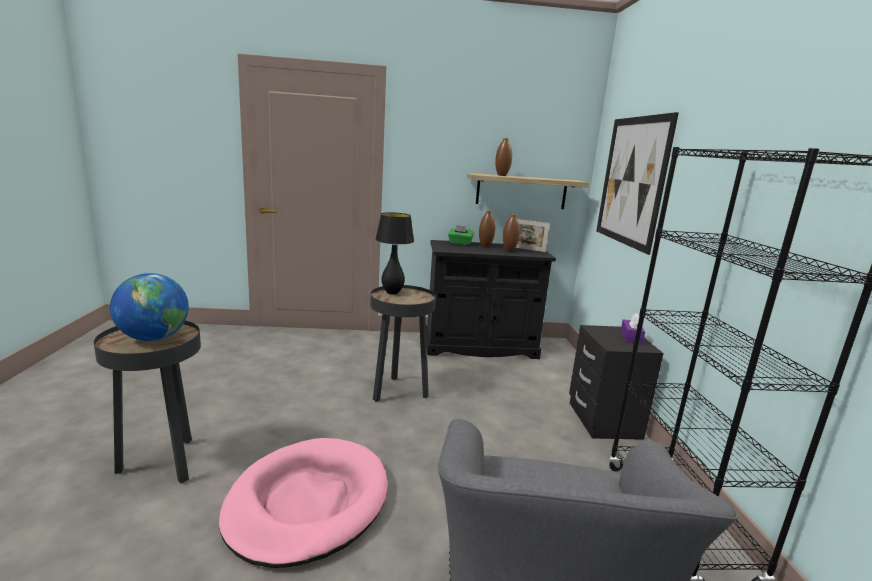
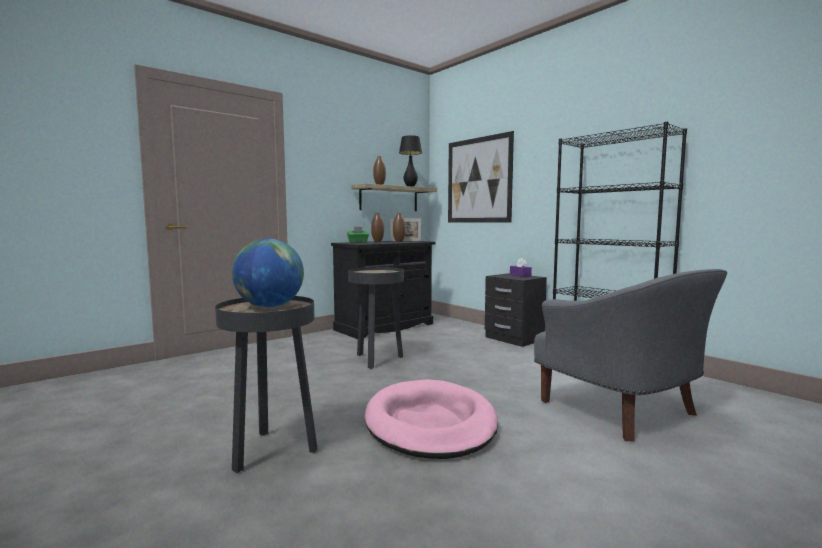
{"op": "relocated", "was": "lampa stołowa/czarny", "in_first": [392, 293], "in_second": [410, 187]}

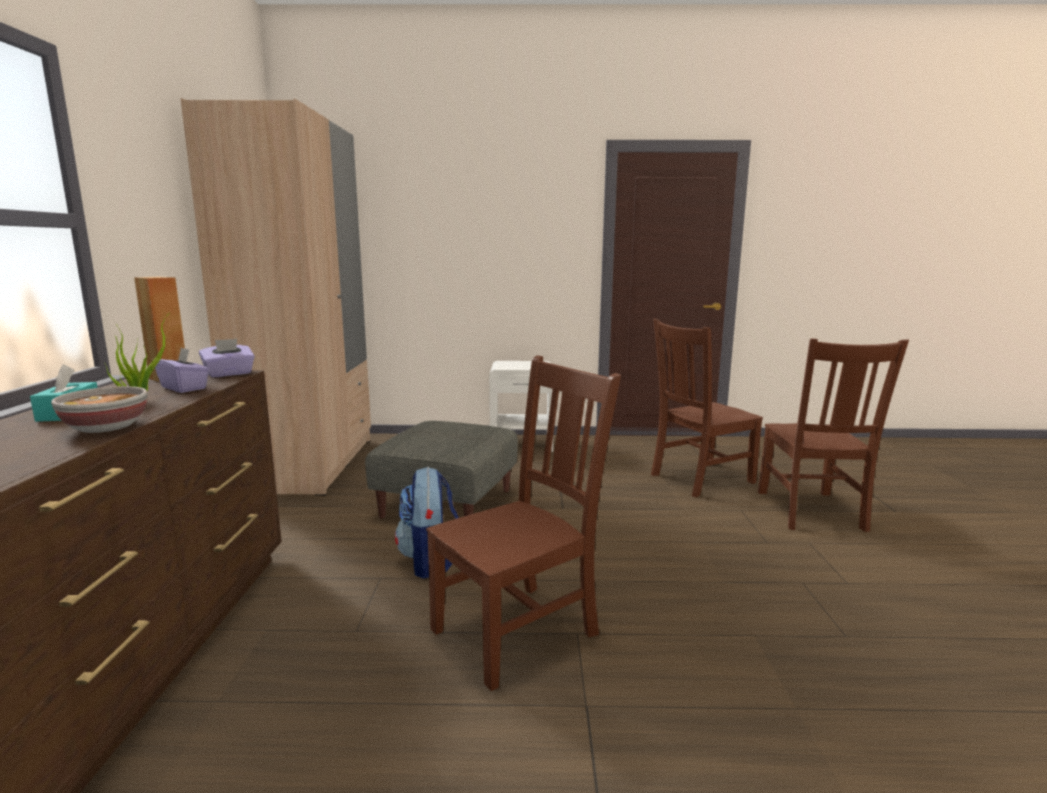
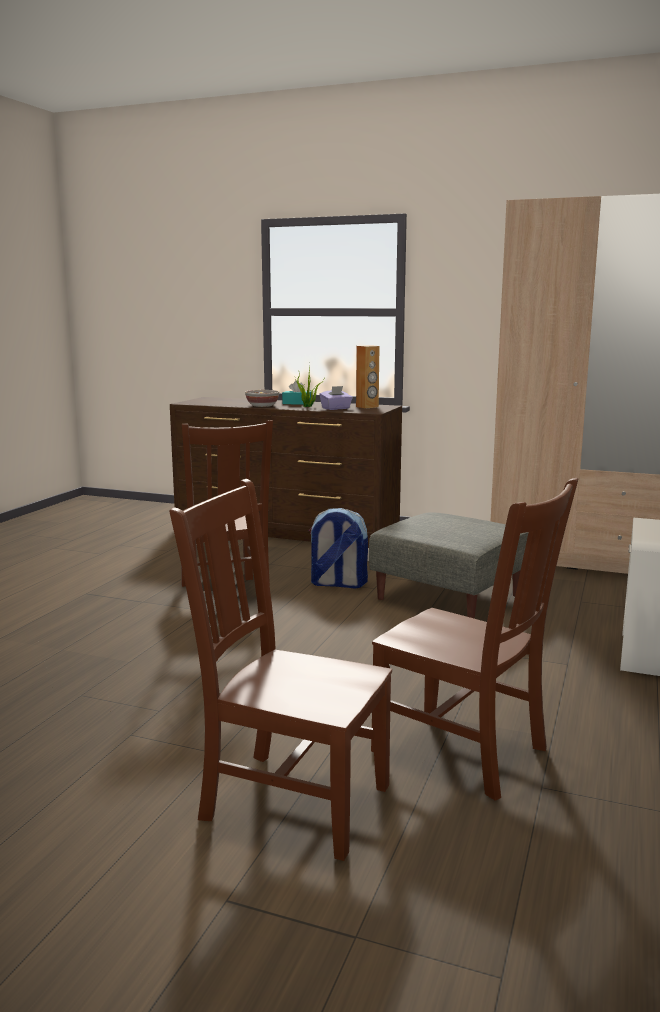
{"op": "spun", "was": "krzesło/brązowy", "in_first": [699, 479], "in_second": [464, 752], "clockwise": 135}
{"op": "missing", "was": "pudełko chusteczek/fioletowy", "in_first": [229, 374]}

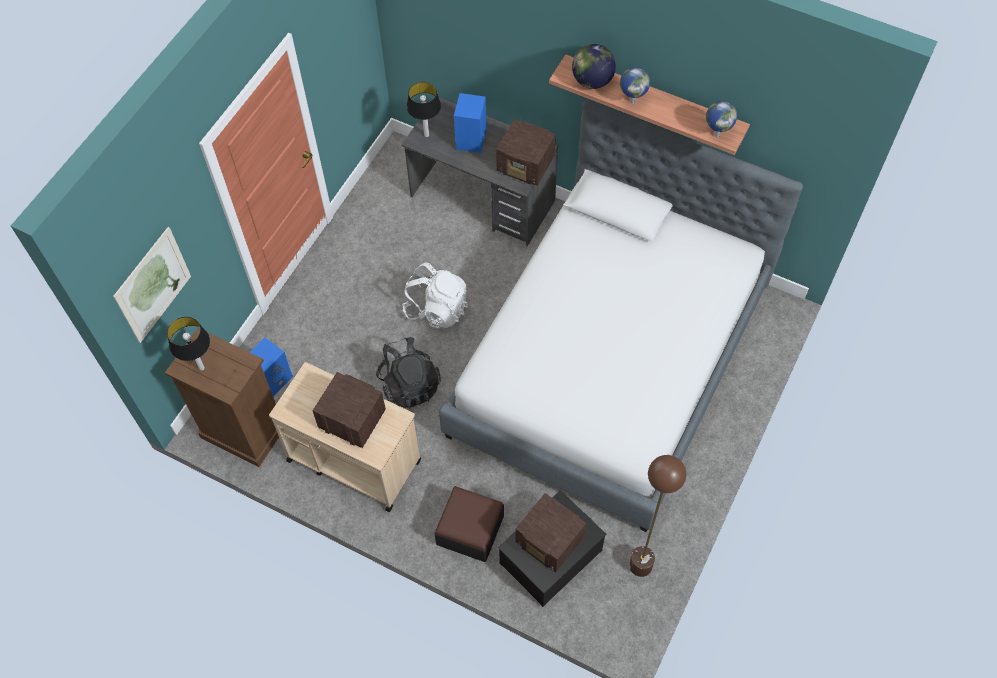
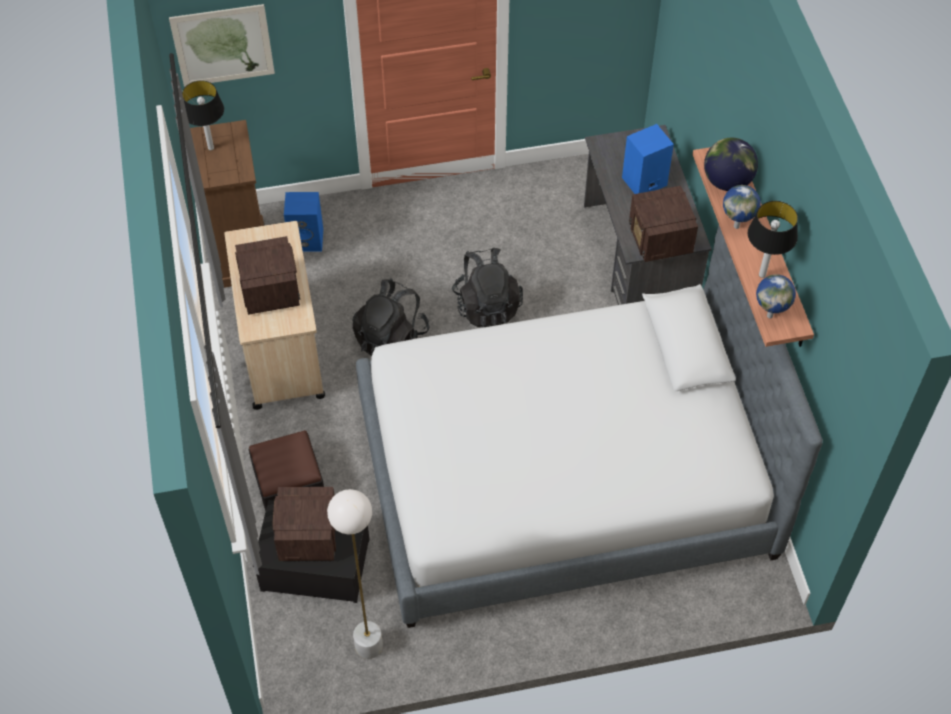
{"op": "colour", "was": "lampa stojąca/brązowy", "now": "lampa stojąca/biały", "in_first": [640, 565], "in_second": [369, 646]}
{"op": "colour", "was": "plecak/biały", "now": "plecak/czarny", "in_first": [437, 309], "in_second": [487, 305]}
{"op": "relocated", "was": "lampa stołowa", "in_first": [426, 135], "in_second": [761, 274]}

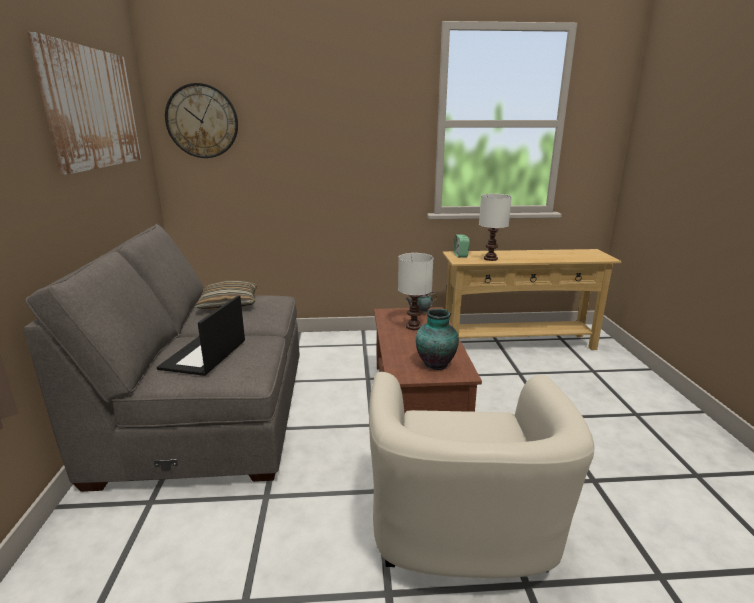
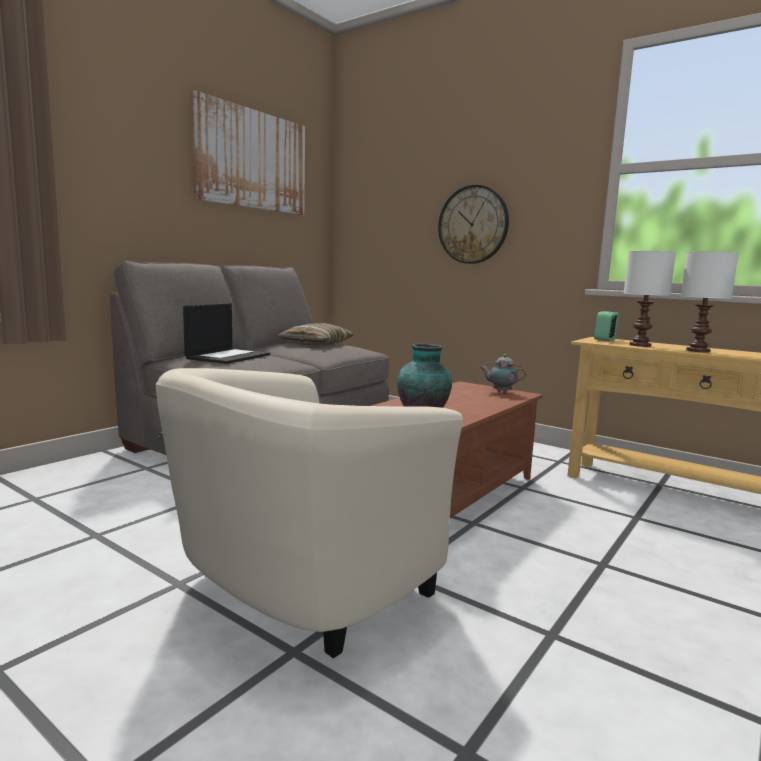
{"op": "spun", "was": "laptop", "in_first": [204, 356], "in_second": [228, 356], "clockwise": 150}
{"op": "relocated", "was": "zegar ścienny", "in_first": [202, 121], "in_second": [473, 225]}
{"op": "relocated", "was": "lampa stołowa/biały", "in_first": [414, 327], "in_second": [699, 351]}

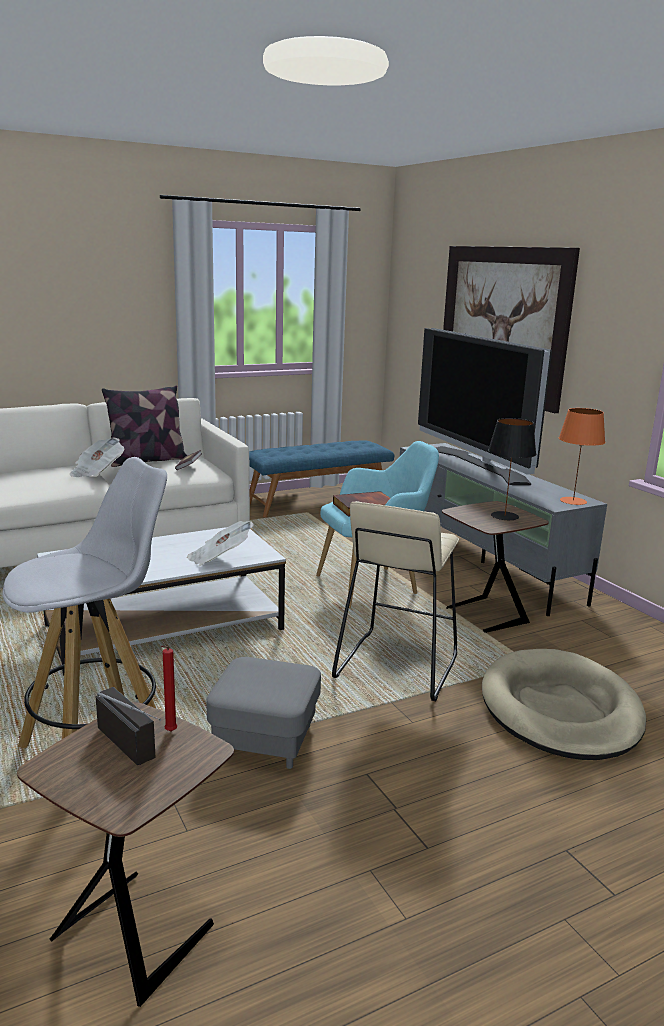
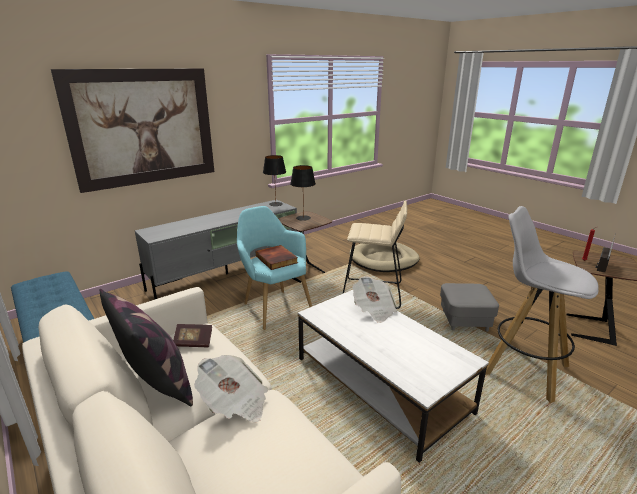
{"op": "colour", "was": "lampa stołowa/pomarańczowy", "now": "lampa stołowa/czarny", "in_first": [572, 501], "in_second": [276, 204]}
{"op": "missing", "was": "telewizor", "in_first": [479, 465]}

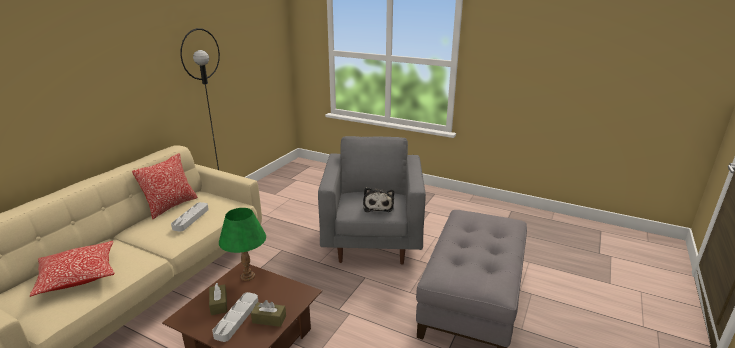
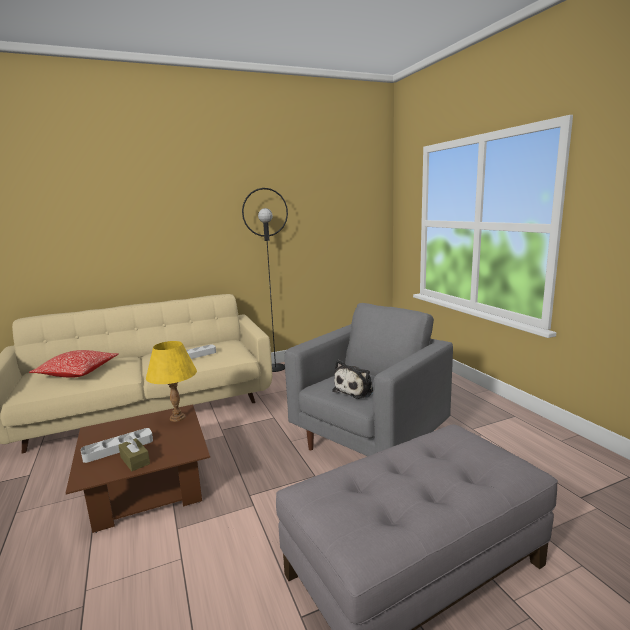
{"op": "colour", "was": "lampa stołowa/zielony", "now": "lampa stołowa/żółty", "in_first": [247, 276], "in_second": [177, 418]}
{"op": "missing", "was": "poduszka", "in_first": [171, 206]}
{"op": "missing", "was": "pudełko chusteczek/brązowy", "in_first": [219, 304]}

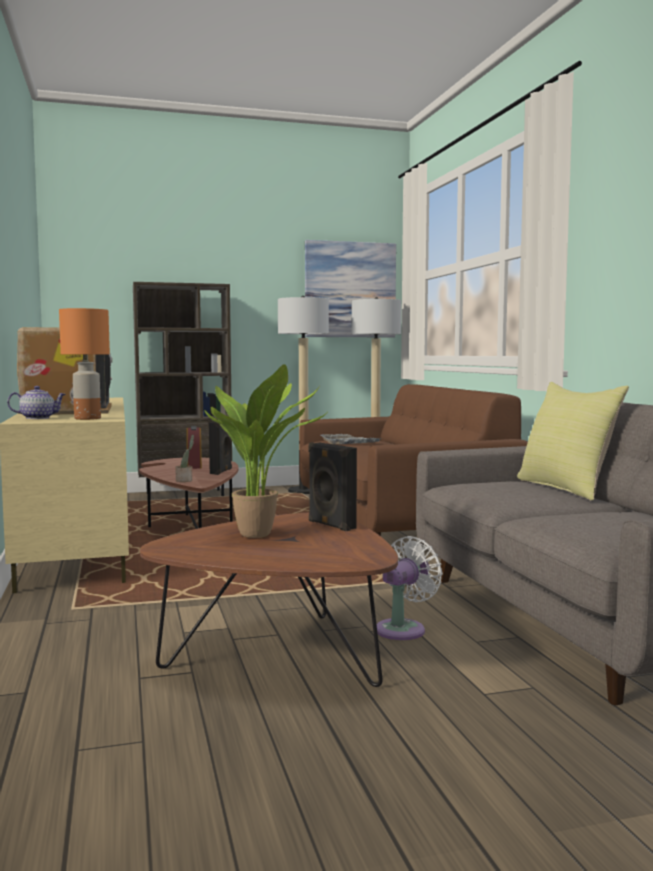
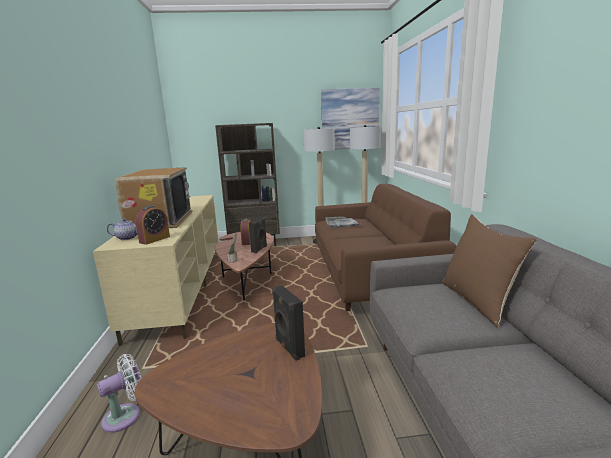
{"op": "relocated", "was": "wentylator/biały", "in_first": [403, 629], "in_second": [125, 416]}
{"op": "exchanged", "was": "lampa stołowa/pomarańczowy", "now": "budzik", "in_first": [87, 418], "in_second": [154, 239]}
{"op": "colour", "was": "poduszka/żółty", "now": "poduszka/brązowy", "in_first": [567, 488], "in_second": [478, 301]}
{"op": "missing", "was": "roślina doniczkowa", "in_first": [261, 535]}

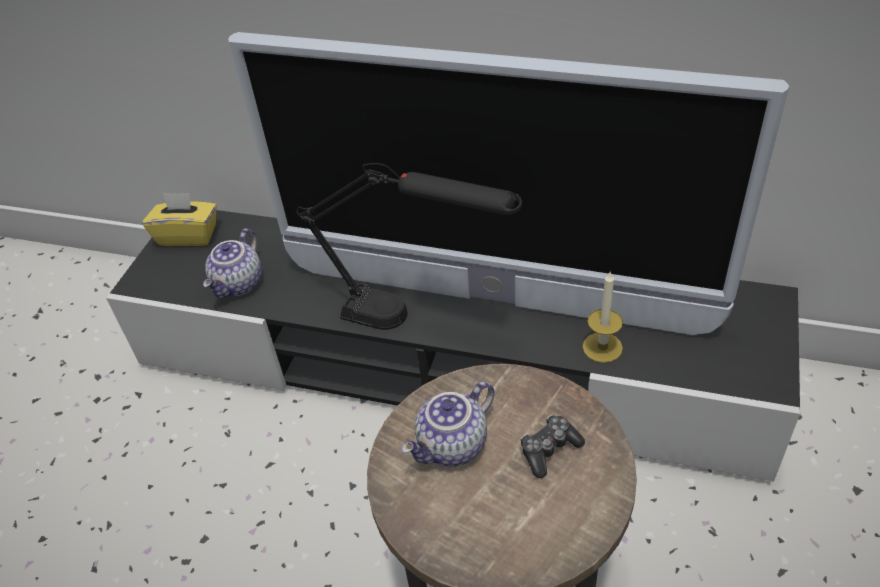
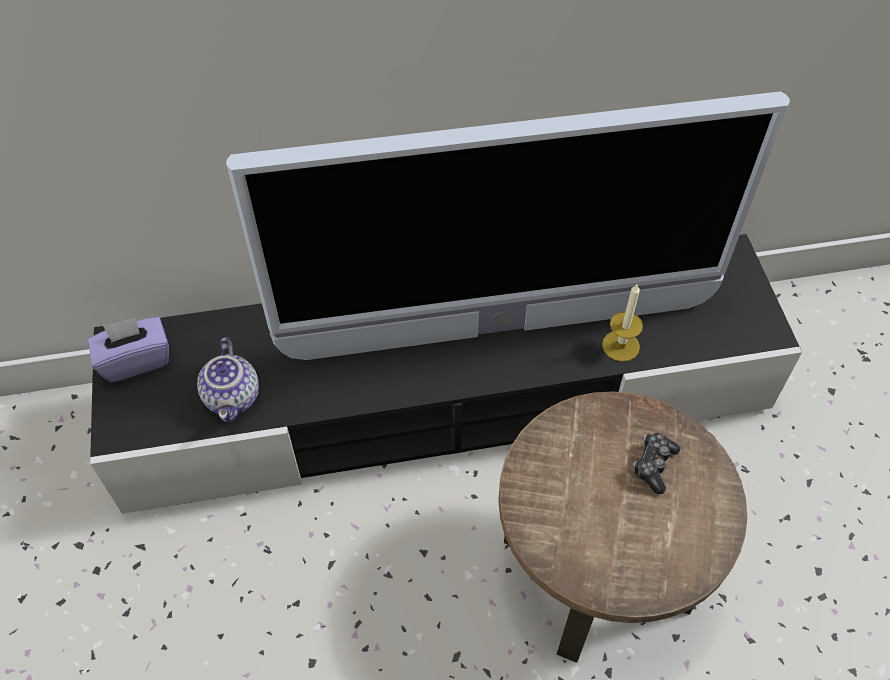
{"op": "colour", "was": "pudełko chusteczek/żółty", "now": "pudełko chusteczek/fioletowy", "in_first": [188, 235], "in_second": [136, 360]}
{"op": "missing", "was": "lampa stołowa/czarny", "in_first": [415, 321]}
{"op": "missing", "was": "imbryk", "in_first": [453, 446]}

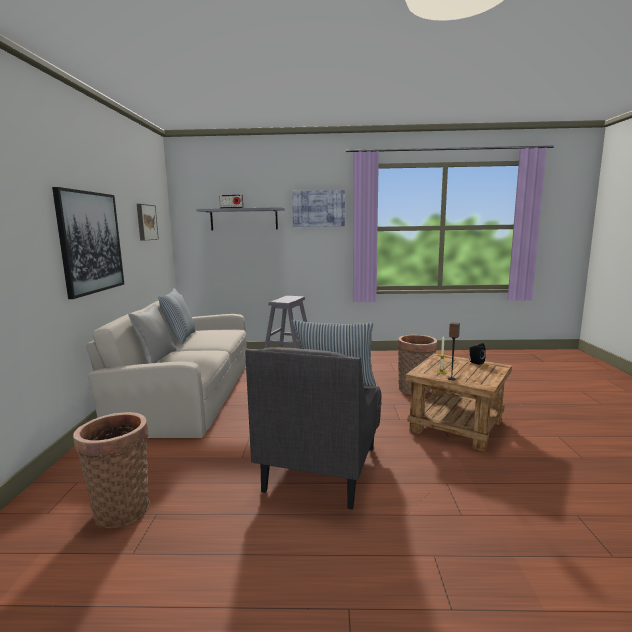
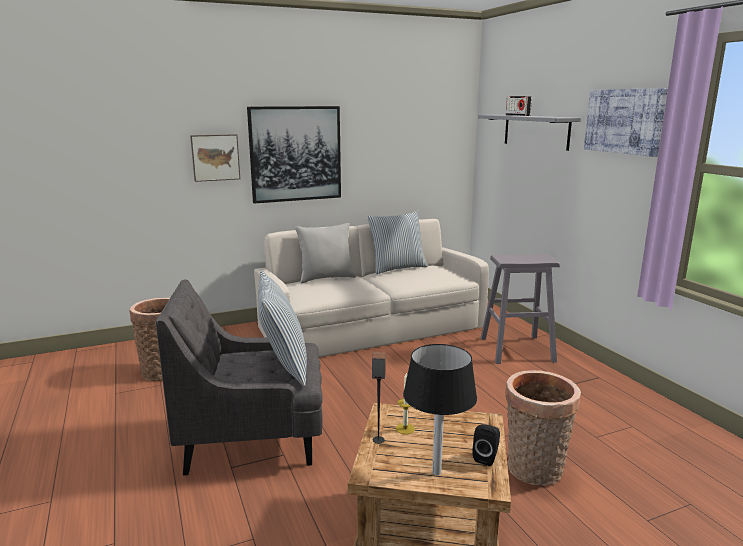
{"op": "relocated", "was": "obraz", "in_first": [146, 222], "in_second": [215, 157]}
{"op": "appeared", "now": "lampa stołowa/czarny", "in_second": [437, 472]}

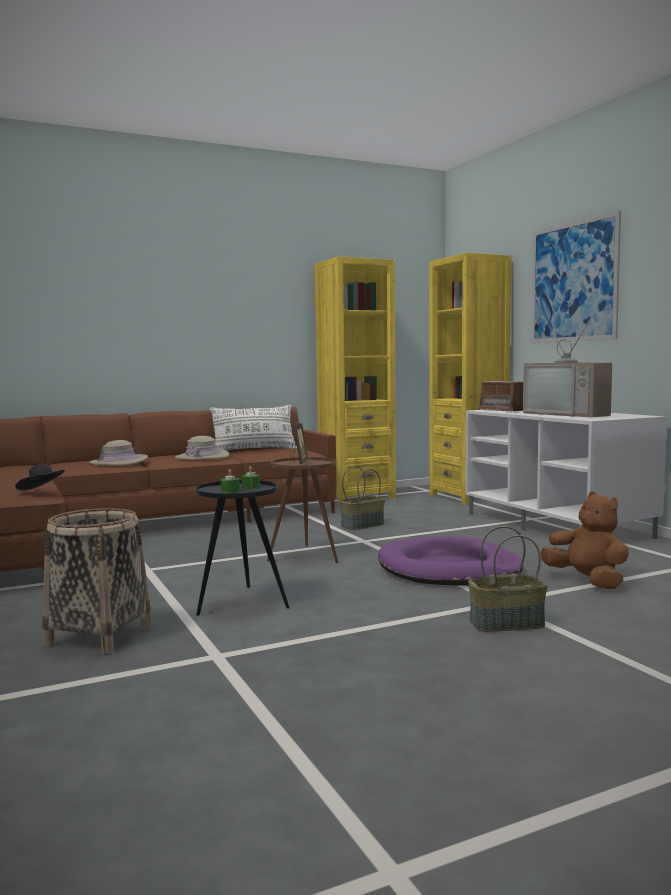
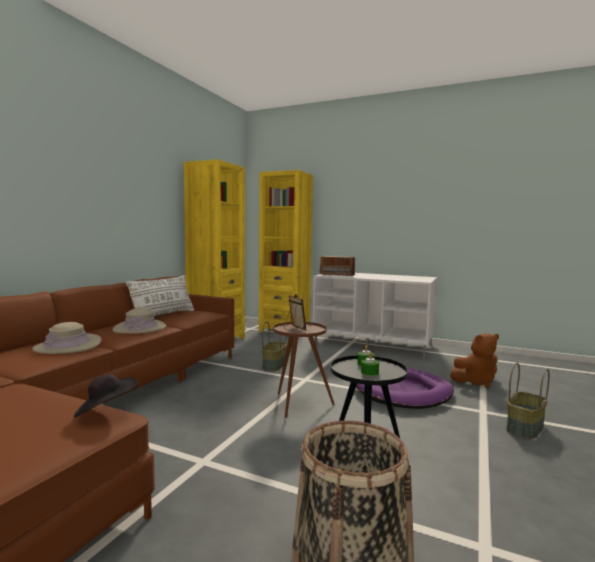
{"op": "spun", "was": "pluszak/brązowy", "in_first": [587, 581], "in_second": [475, 382], "clockwise": 150}
{"op": "missing", "was": "telewizor", "in_first": [569, 414]}
{"op": "missing", "was": "obraz", "in_first": [573, 282]}

